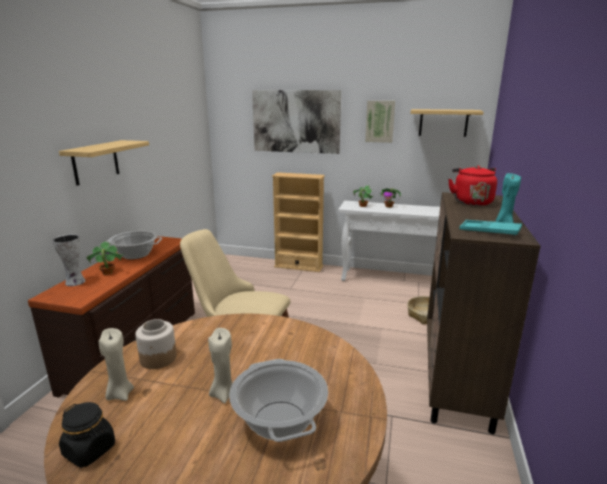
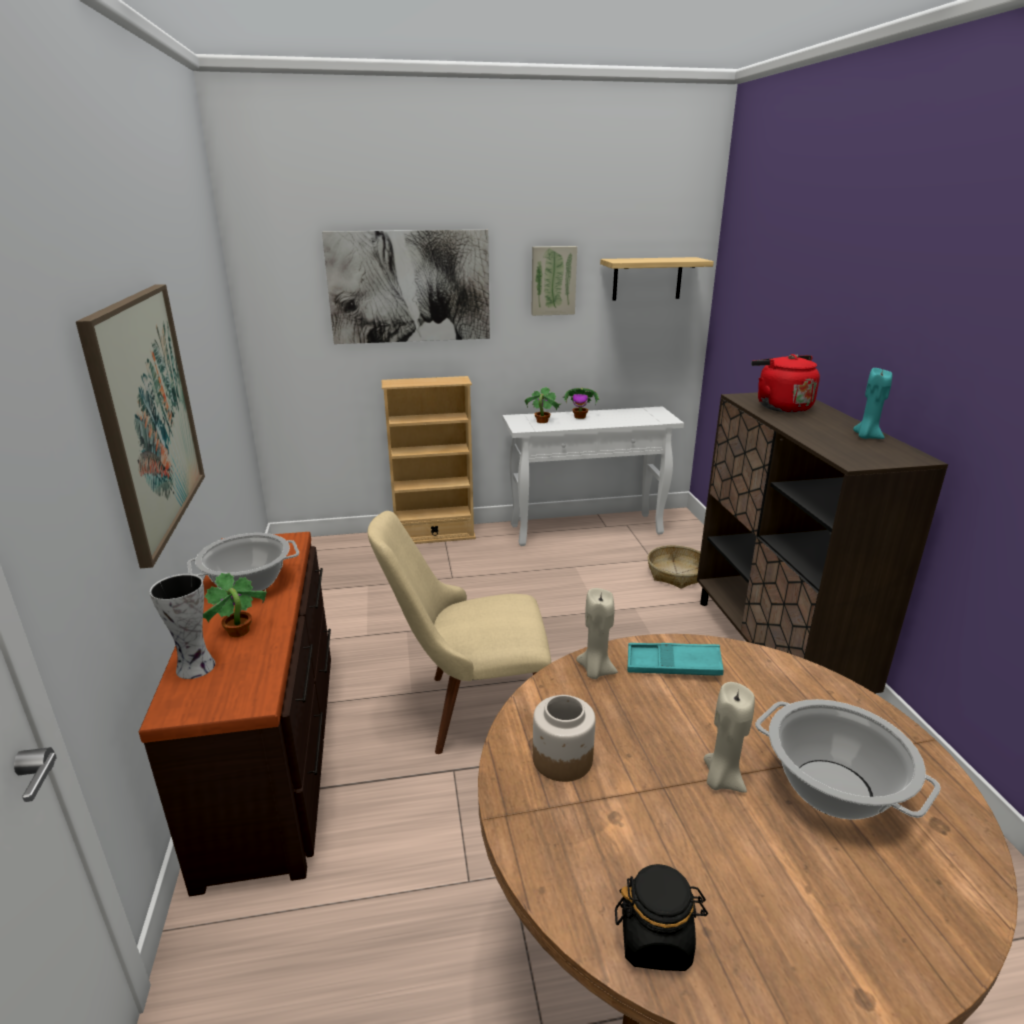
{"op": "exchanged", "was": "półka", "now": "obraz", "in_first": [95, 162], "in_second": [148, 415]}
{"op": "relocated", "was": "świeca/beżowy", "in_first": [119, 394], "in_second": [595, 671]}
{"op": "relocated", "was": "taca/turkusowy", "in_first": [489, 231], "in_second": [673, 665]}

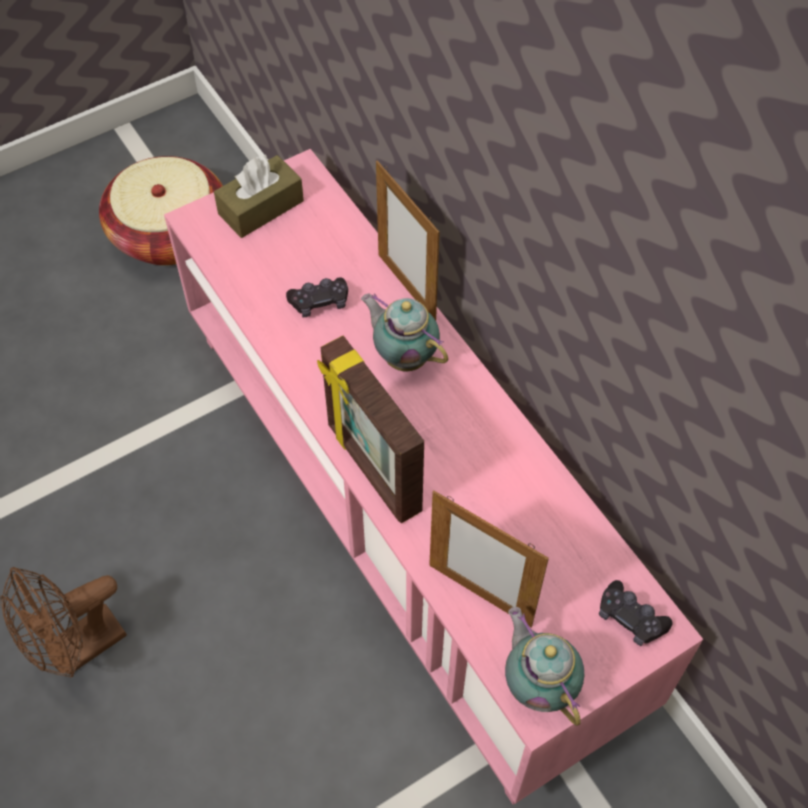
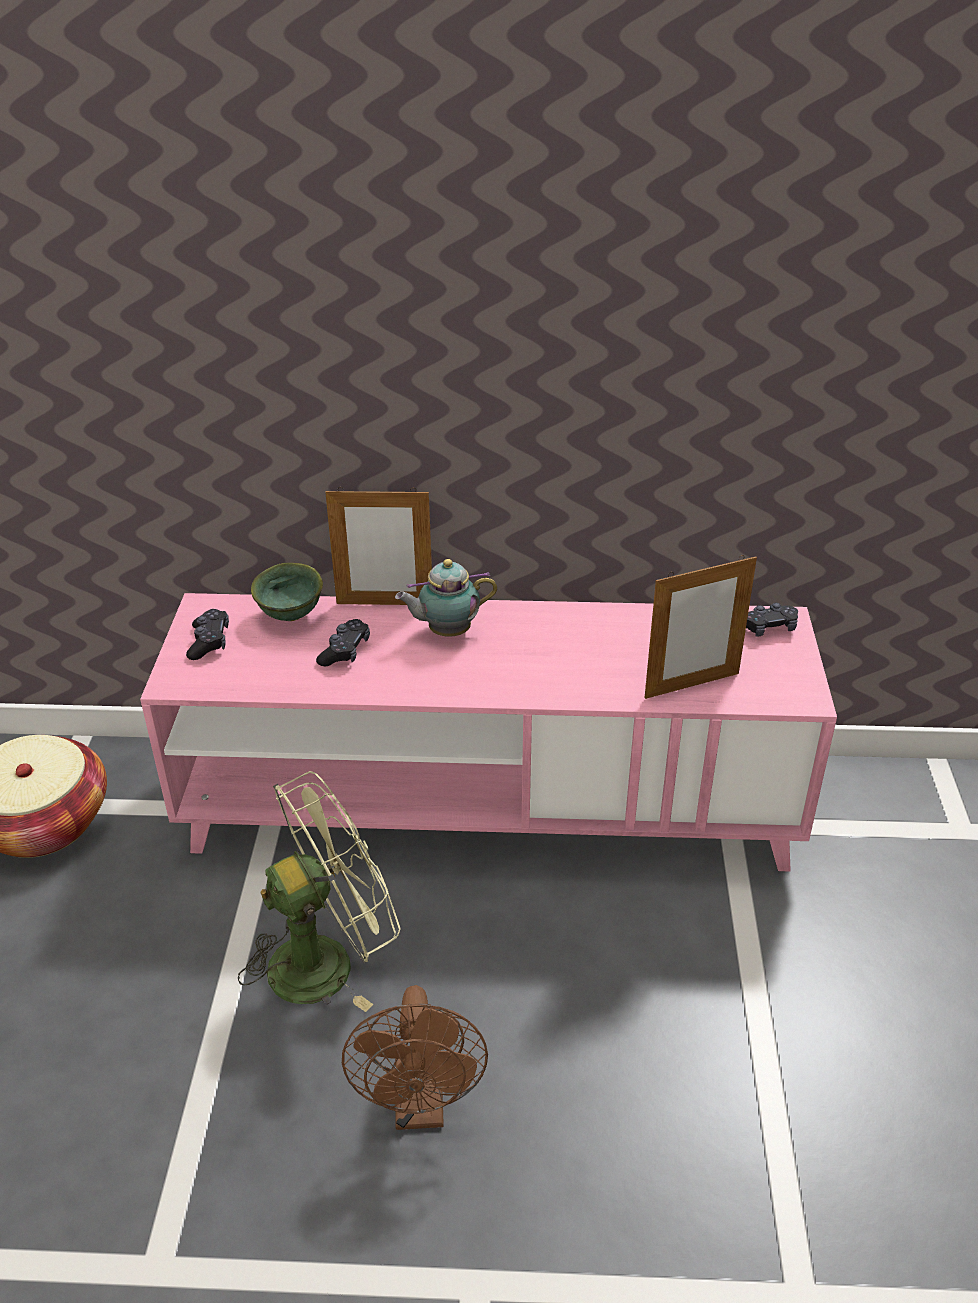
{"op": "exchanged", "was": "pudełko chusteczek/brązowy", "now": "pad do gier/czarny", "in_first": [261, 207], "in_second": [209, 642]}
{"op": "appeared", "now": "wentylator/zielony", "in_second": [326, 959]}
{"op": "appeared", "now": "miska/zielony", "in_second": [292, 615]}
{"op": "missing", "was": "ramka na zdjęcie", "in_first": [372, 468]}
{"op": "missing", "was": "imbryk", "in_first": [538, 684]}

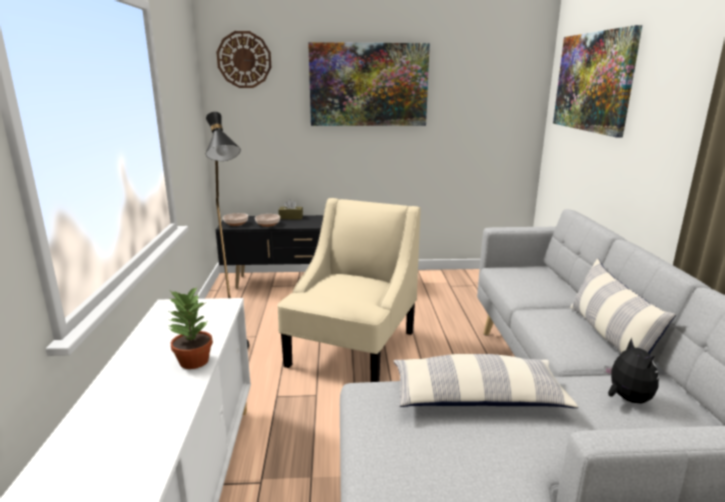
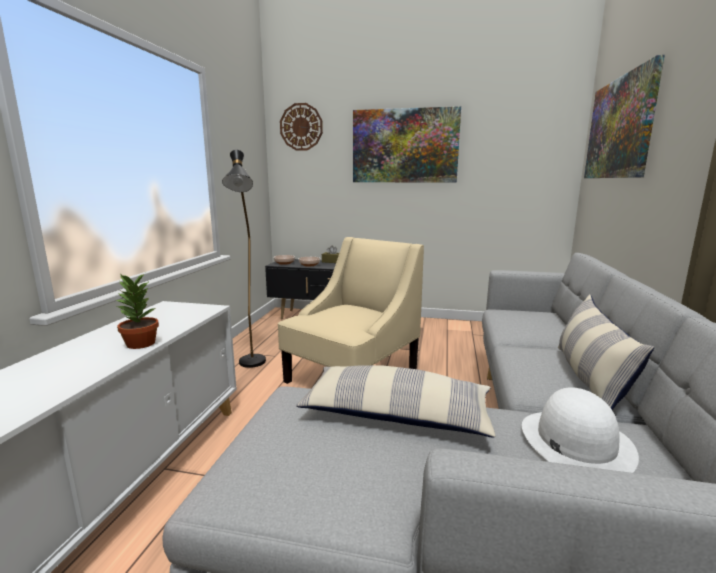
{"op": "exchanged", "was": "pluszak", "now": "kapelusz/biały", "in_first": [626, 399], "in_second": [575, 441]}

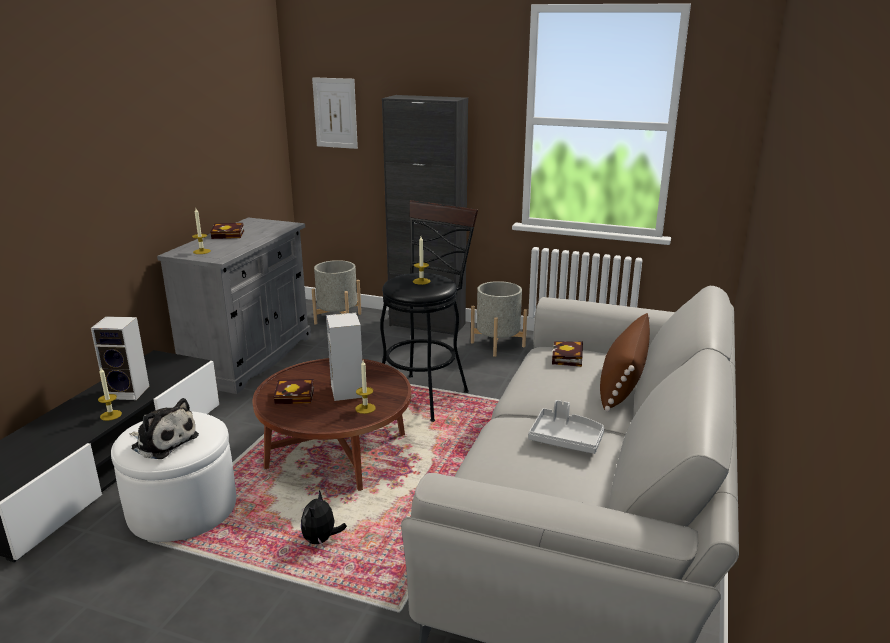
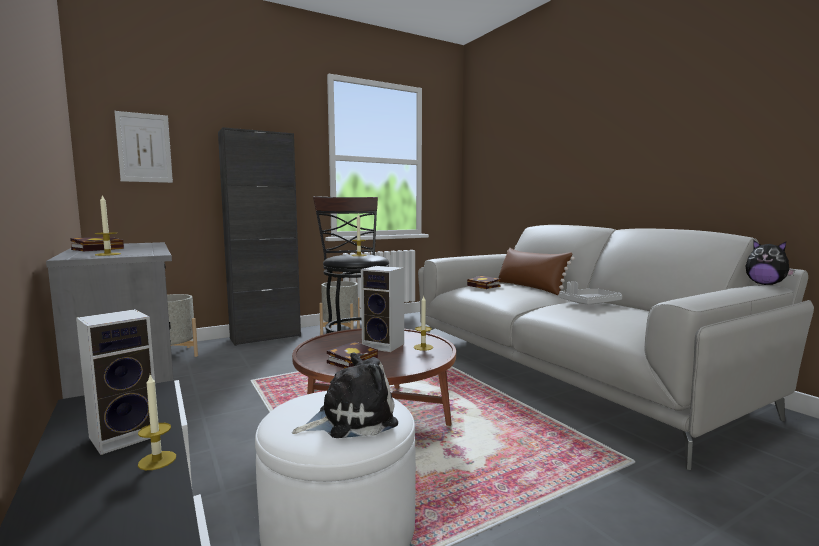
{"op": "relocated", "was": "pluszak", "in_first": [321, 540], "in_second": [765, 284]}

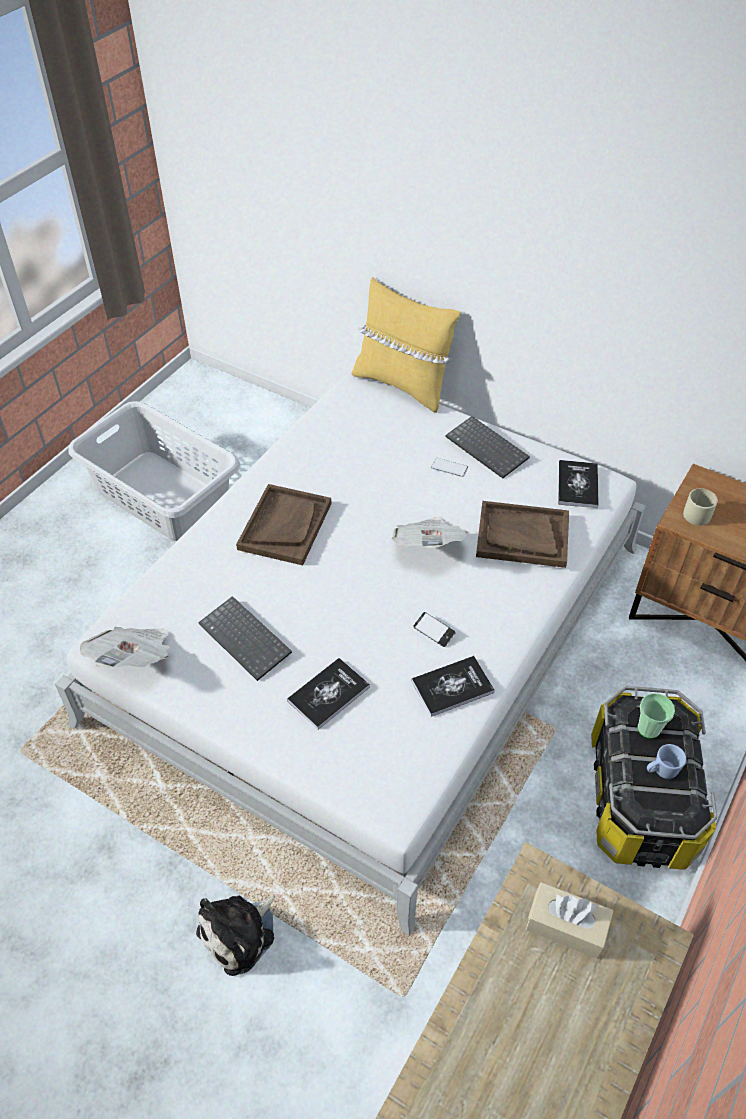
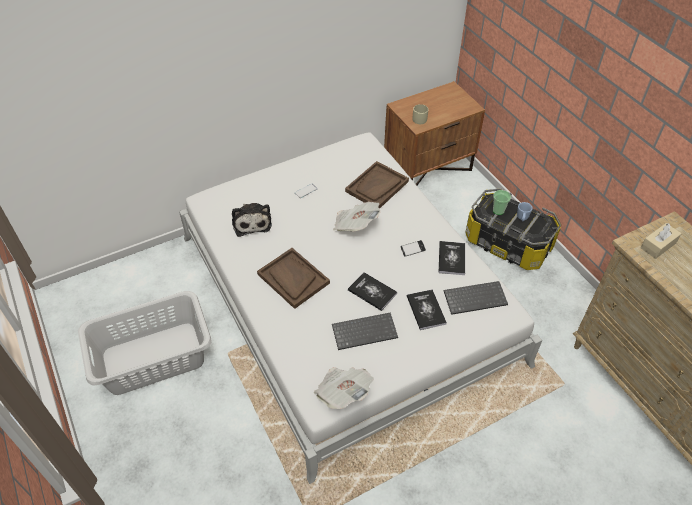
{"op": "relocated", "was": "pluszak", "in_first": [240, 932], "in_second": [251, 222]}
{"op": "relocated", "was": "książka", "in_first": [577, 485], "in_second": [372, 292]}
{"op": "relocated", "was": "klawiatura", "in_first": [488, 448], "in_second": [475, 297]}
{"op": "missing", "was": "poduszka/żółty", "in_first": [402, 385]}

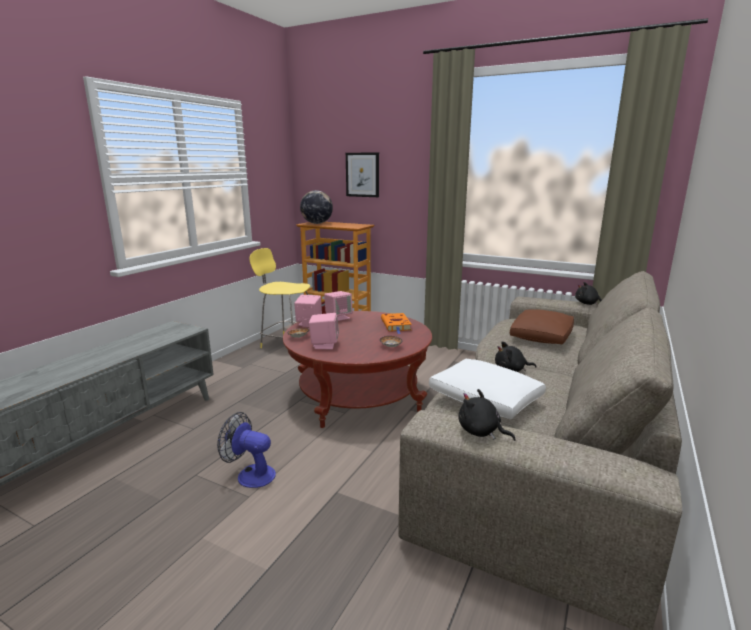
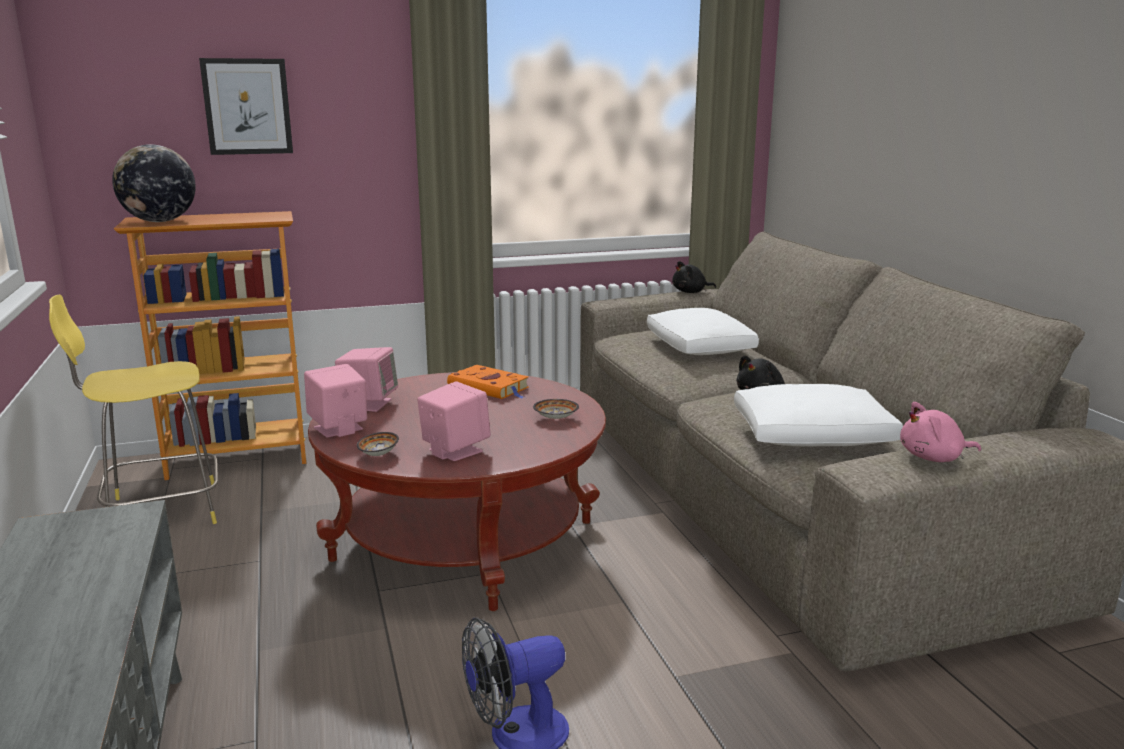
{"op": "colour", "was": "poduszka/brązowy", "now": "poduszka/biały", "in_first": [541, 336], "in_second": [700, 348]}
{"op": "colour", "was": "pluszak/czarny", "now": "pluszak/różowy", "in_first": [481, 432], "in_second": [934, 458]}

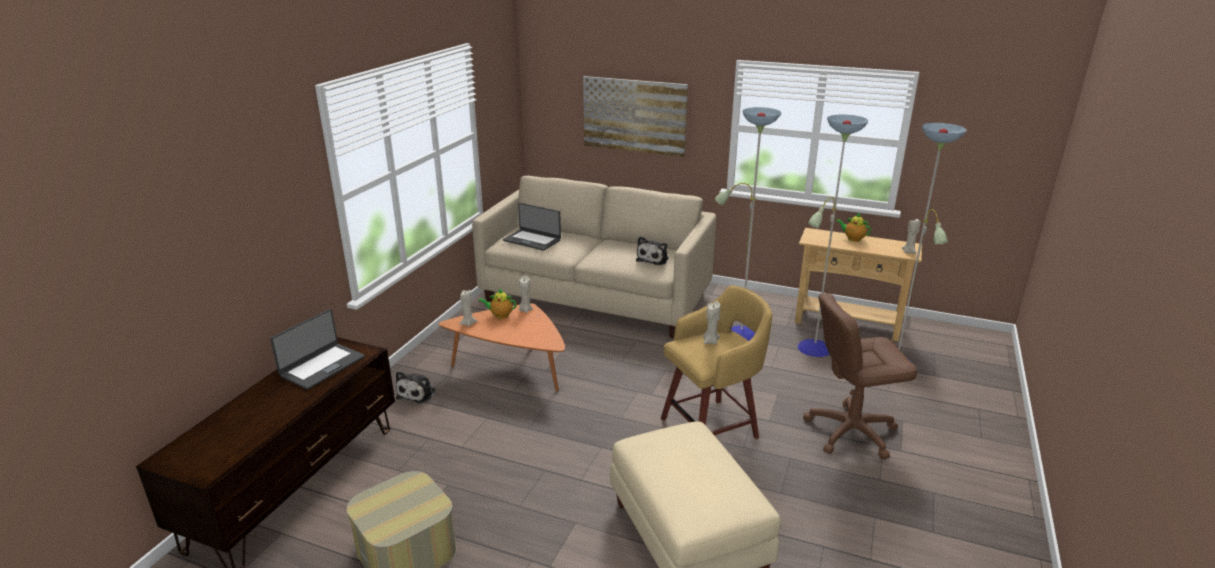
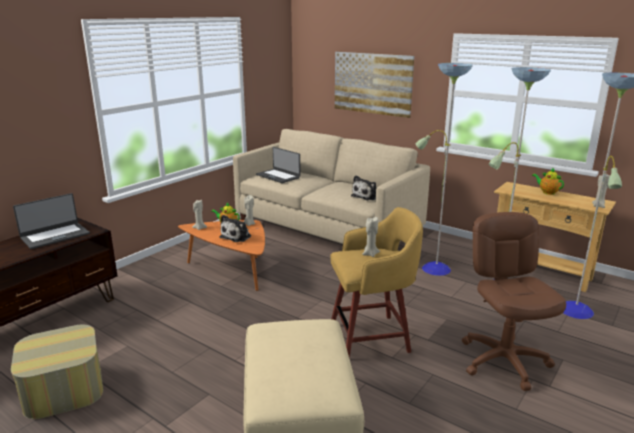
{"op": "relocated", "was": "pluszak", "in_first": [417, 393], "in_second": [237, 236]}
{"op": "spun", "was": "krzesło biurowe/brązowy", "in_first": [850, 431], "in_second": [504, 361], "clockwise": 75}

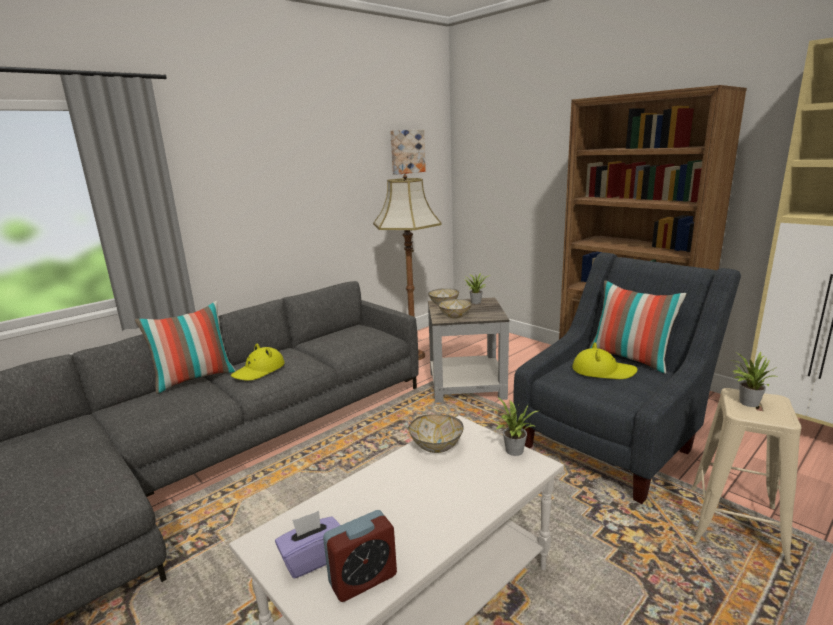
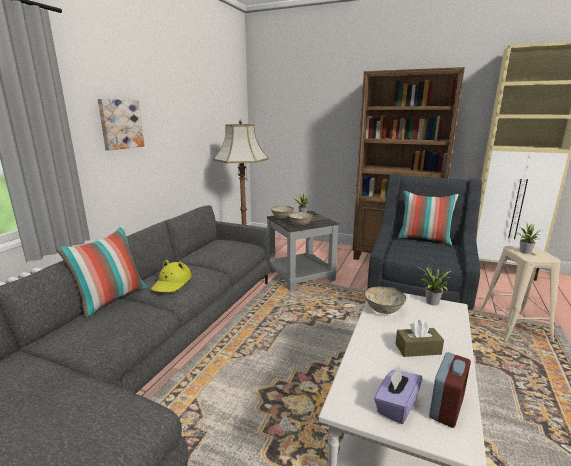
{"op": "relocated", "was": "obraz", "in_first": [406, 151], "in_second": [120, 124]}
{"op": "appeared", "now": "pudełko chusteczek/brązowy", "in_second": [418, 349]}
{"op": "missing", "was": "kapelusz/żółty", "in_first": [603, 371]}

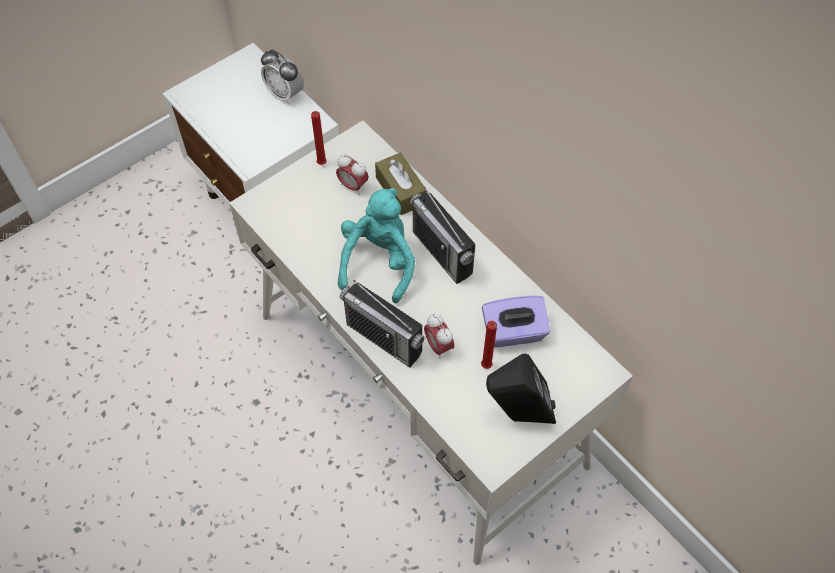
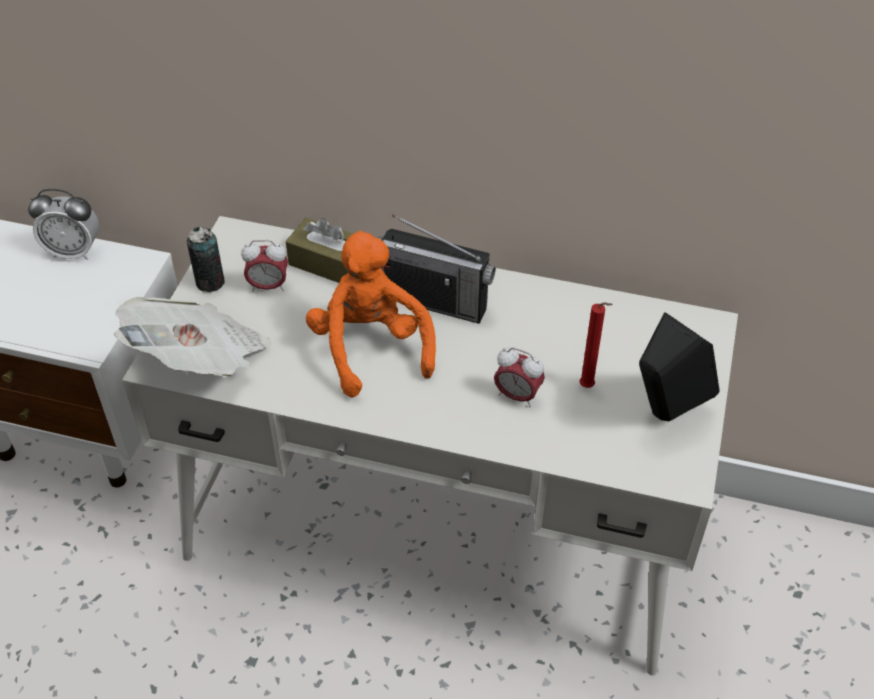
{"op": "appeared", "now": "gazeta", "in_second": [200, 360]}
{"op": "exchanged", "was": "świeca/czerwony", "now": "puszka", "in_first": [322, 165], "in_second": [210, 282]}
{"op": "colour", "was": "pluszak/turkusowy", "now": "pluszak/pomarańczowy", "in_first": [379, 262], "in_second": [370, 347]}
{"op": "missing", "was": "radio", "in_first": [384, 338]}
{"op": "missing", "was": "pudełko chusteczek/fioletowy", "in_first": [513, 332]}

